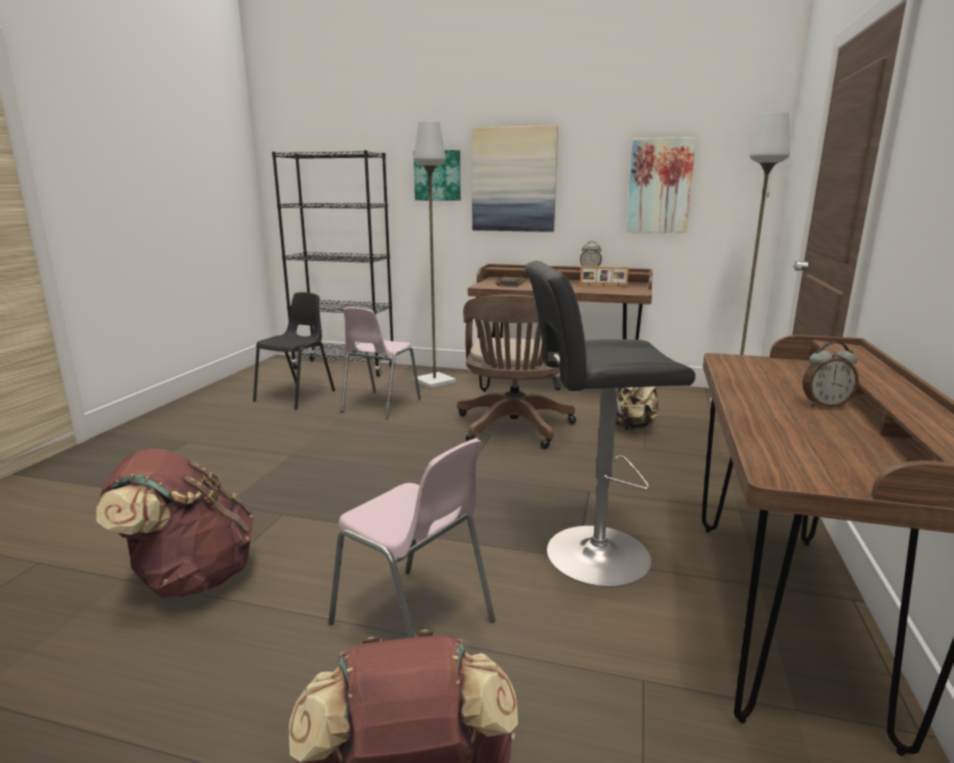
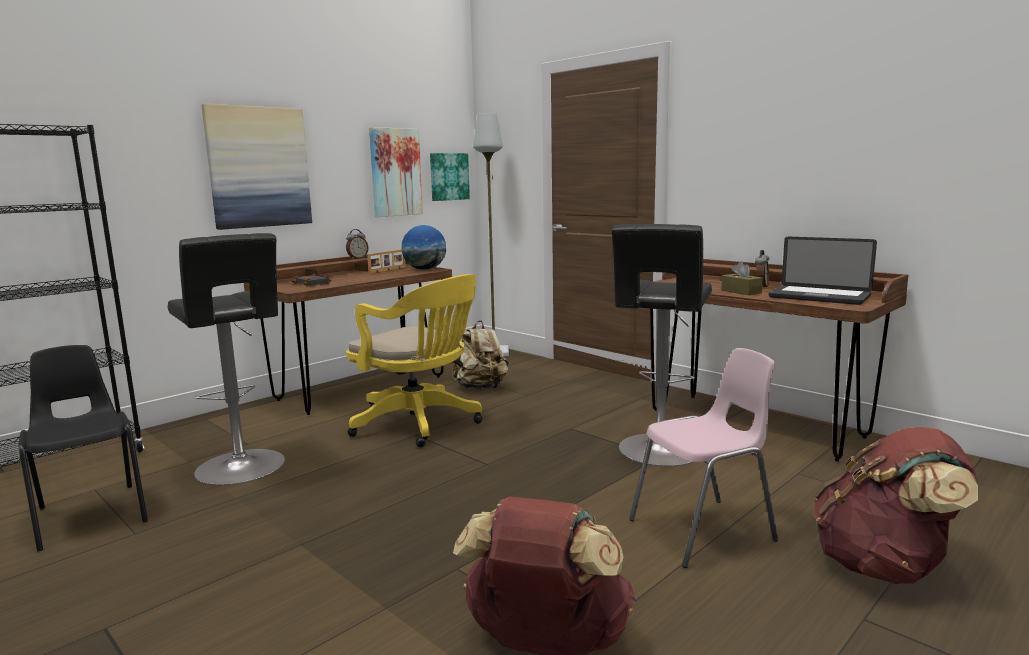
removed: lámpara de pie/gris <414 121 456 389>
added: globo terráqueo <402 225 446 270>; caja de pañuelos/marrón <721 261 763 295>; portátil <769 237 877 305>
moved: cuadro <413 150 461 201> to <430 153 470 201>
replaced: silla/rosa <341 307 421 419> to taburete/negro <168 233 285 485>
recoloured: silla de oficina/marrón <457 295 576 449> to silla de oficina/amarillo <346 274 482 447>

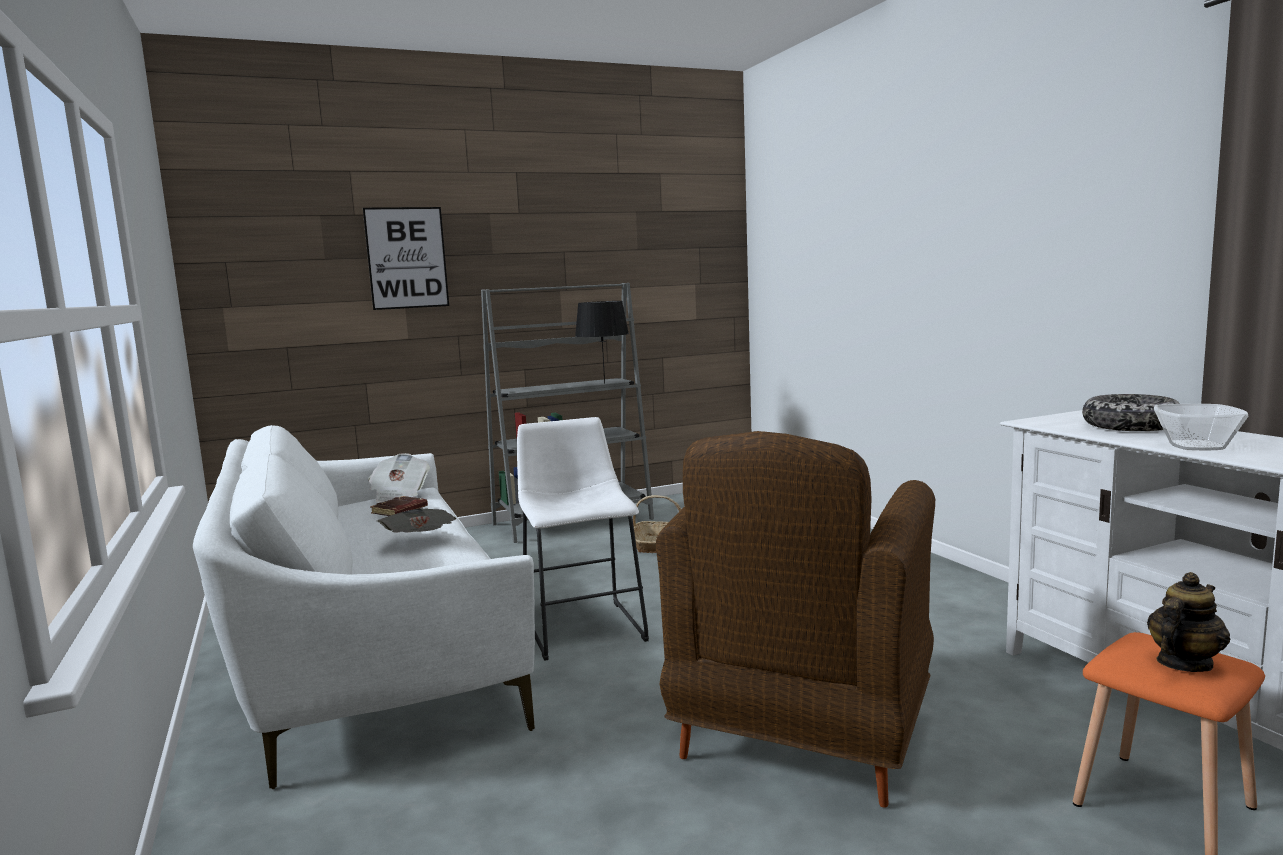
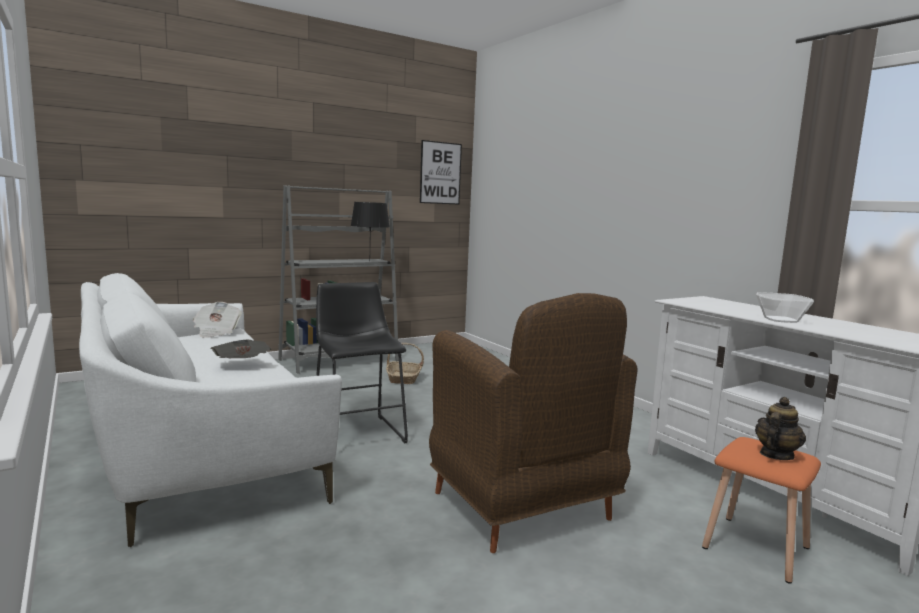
removed: libro/marrón <370 496 428 516>; cuenco <1082 394 1180 431>
moved: cuadro <363 207 449 310> to <420 140 462 205>
recoloured: taburete/blanco <517 417 649 661> to taburete/negro <316 282 408 444>
turned: sillón/marrón <656 431 935 808> = <429 293 637 553> 45 degrees counterclockwise

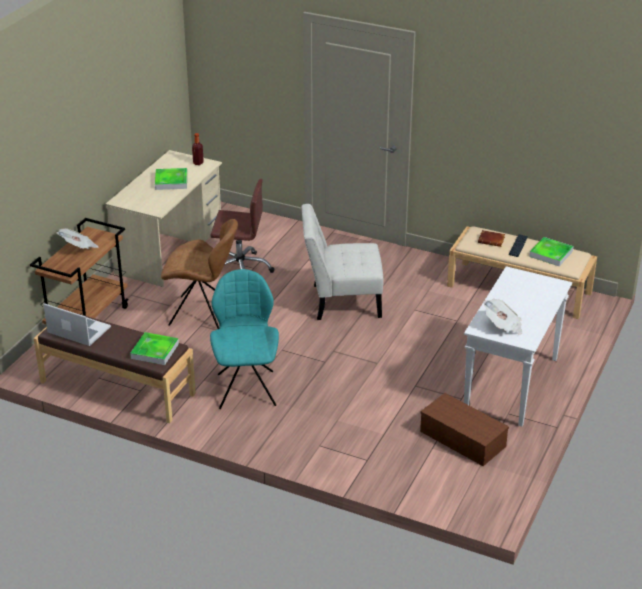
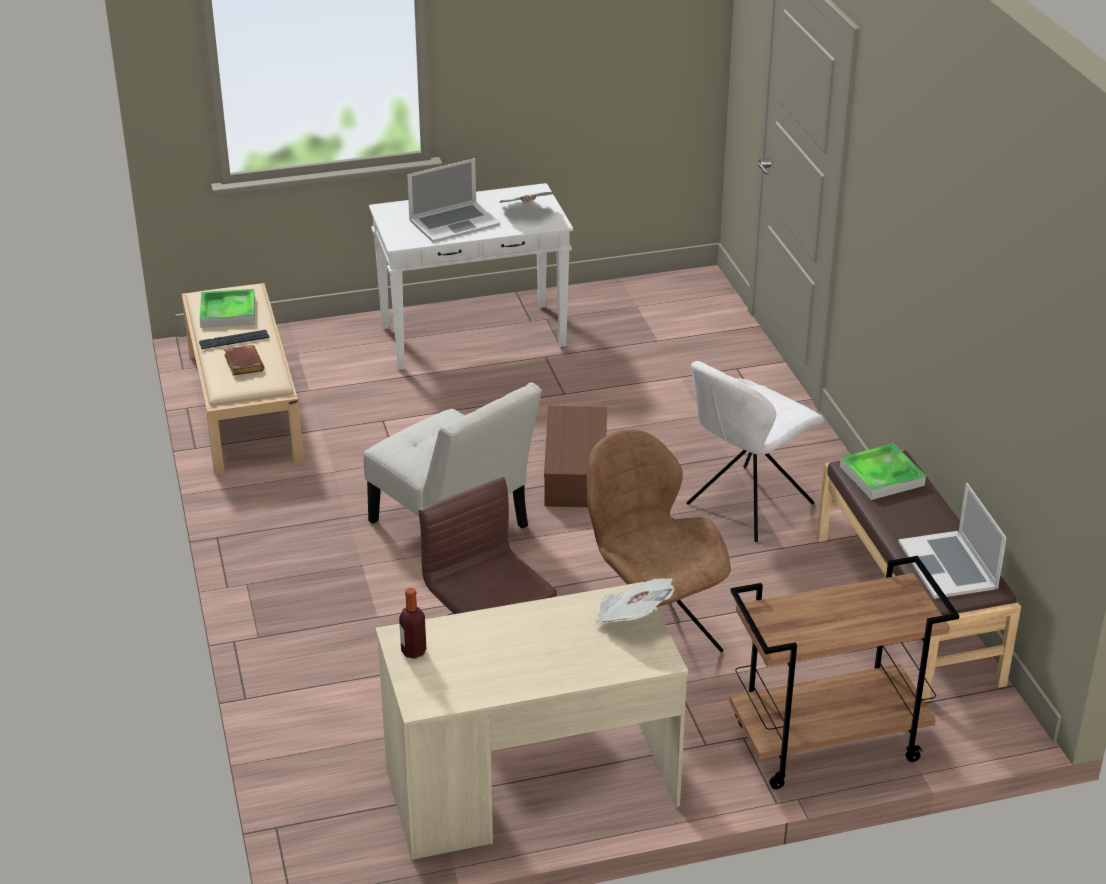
removed: bandeja <155 168 187 190>
added: portátil <407 158 500 243>
moved: periódico <56 228 99 249> to <596 578 674 623>; caja de almacenaje/marrón <420 393 509 466> to <544 406 607 507>
recoloured: silla/turquesa <210 269 279 409> to silla/blanco <686 361 824 542>

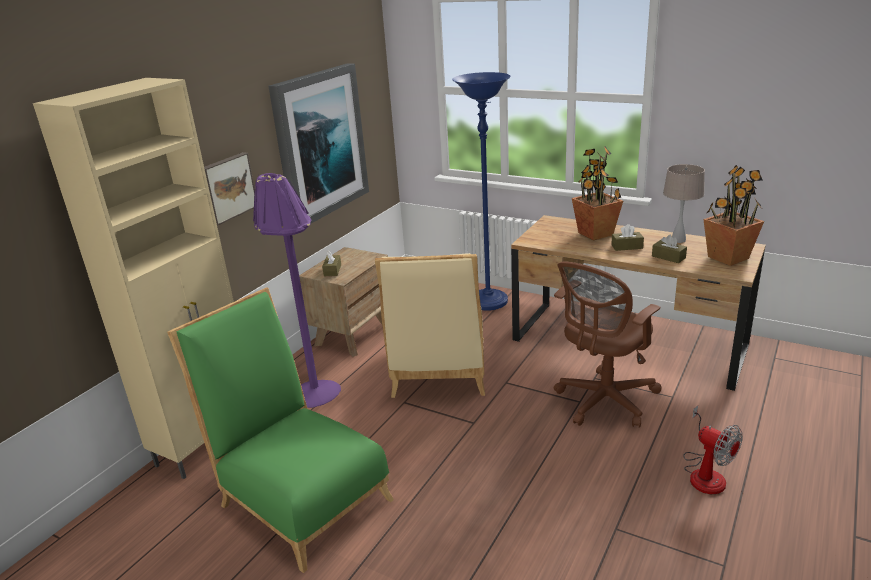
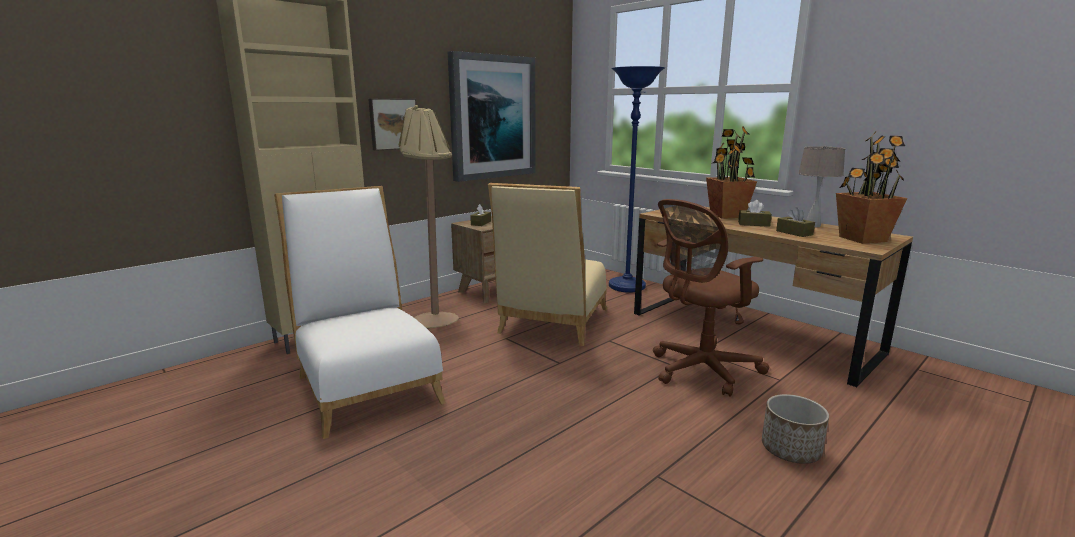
replaced: ventilador <684 405 742 494> to maceta <762 394 829 464>
recoloured: silla/verde <167 287 394 573> to silla/blanco <274 186 446 439>; lámpara de pie/morado <253 173 341 408> to lámpara de pie/beis <398 105 459 328>

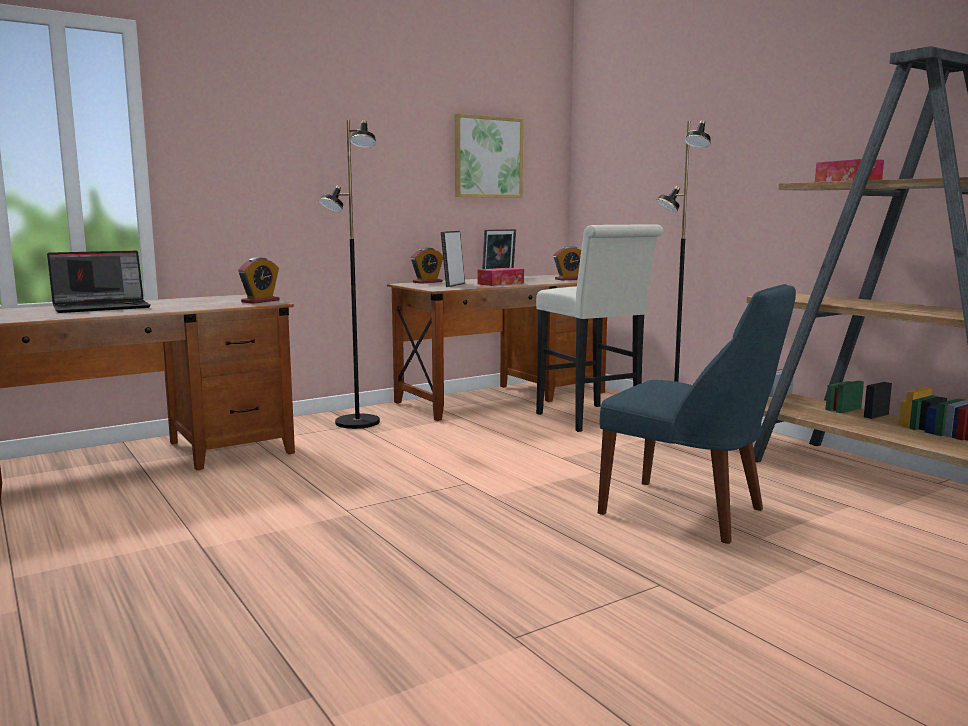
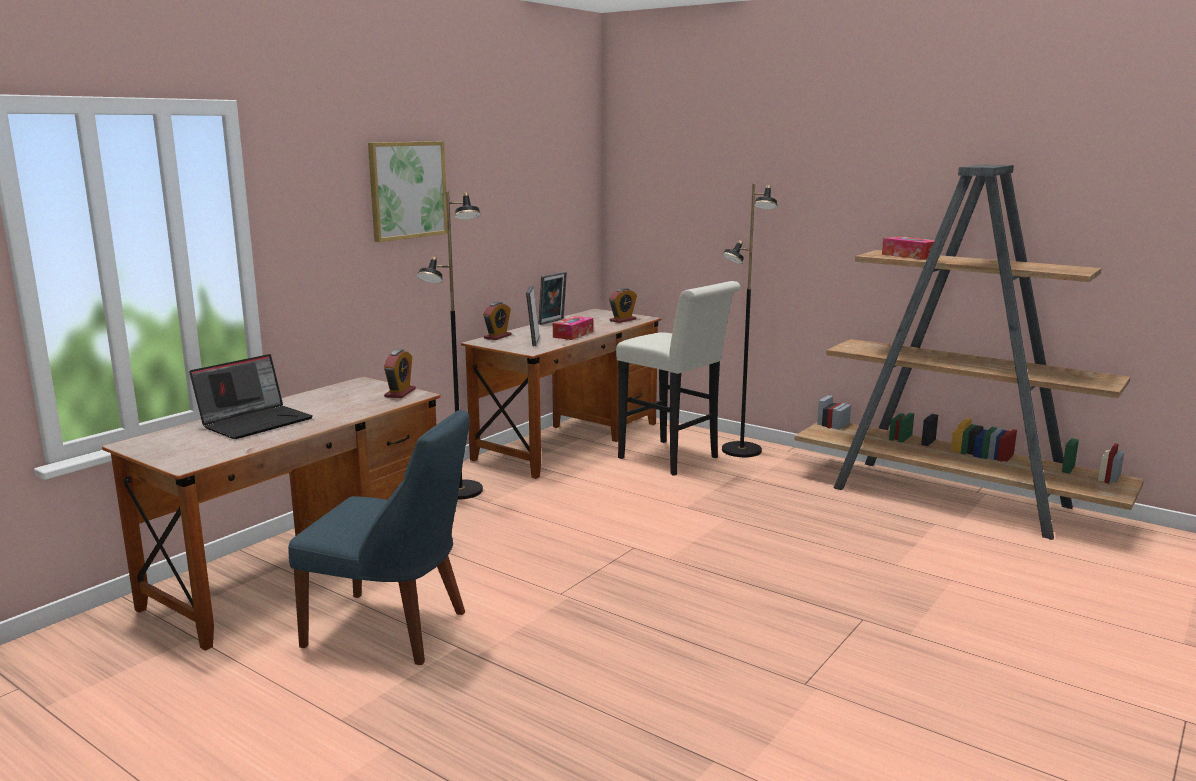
moved: cuadro <455 114 523 198> to <368 141 448 242>; silla/azul <598 284 796 544> to <288 410 469 665>

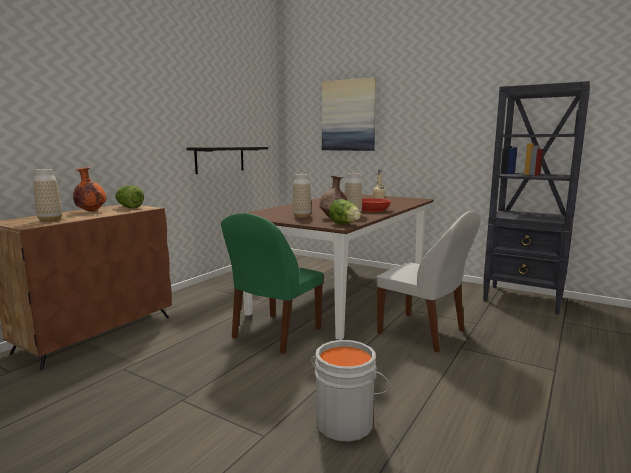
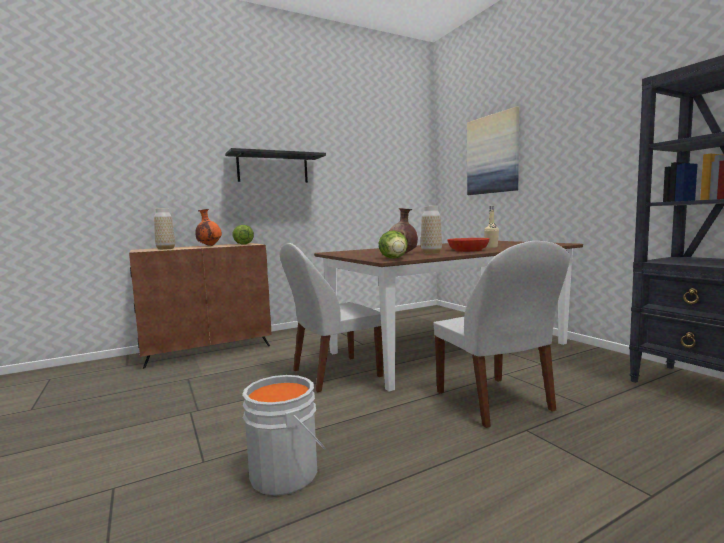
removed: florero <292 174 311 218>
moved: estante/negro <187 147 268 174> to <225 148 326 183>
recoloured: silla/verde <221 213 323 354> to silla/blanco <279 243 383 392>

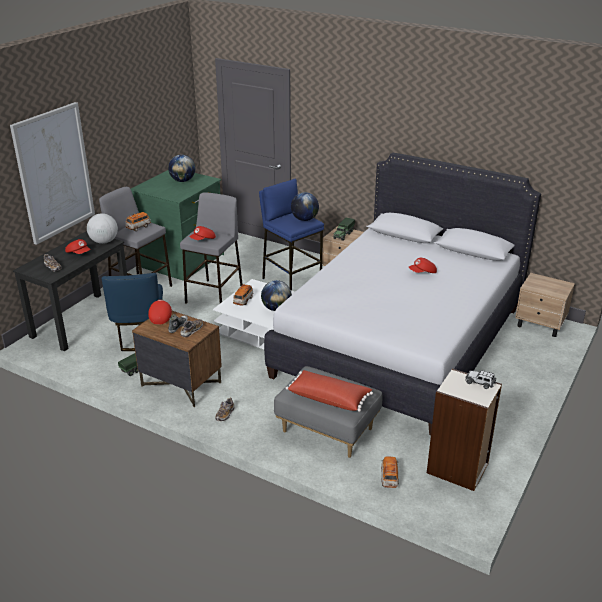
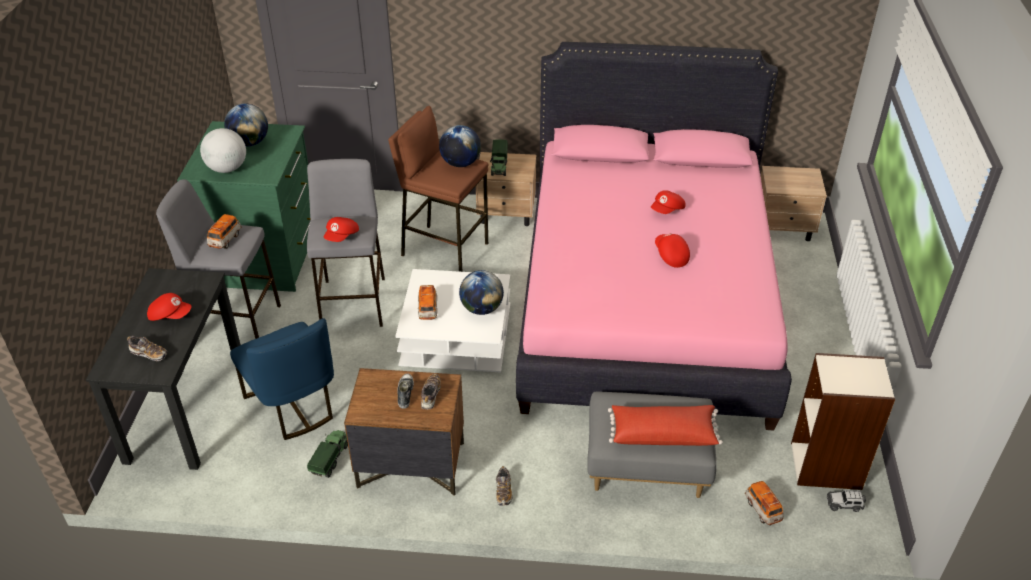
removed: cuadro <10 102 95 245>
moved: globo terráqueo <87 213 118 244> to <200 128 246 173>; gorra/rojo <148 300 172 325> to <655 233 690 268>; coche de juguete <465 370 496 389> to <827 490 866 512>
recoloured: taburete/azul <259 179 324 290> to taburete/marrón <388 106 488 272>; cama/blanco <264 153 541 435> to cama/rosa <516 42 792 430>

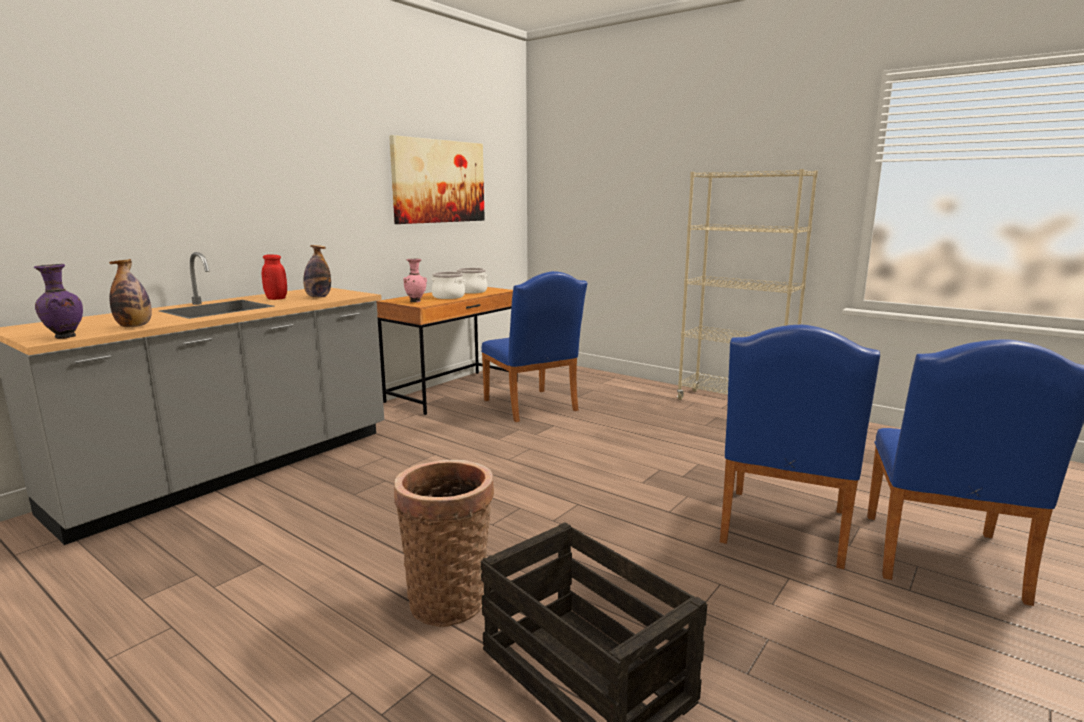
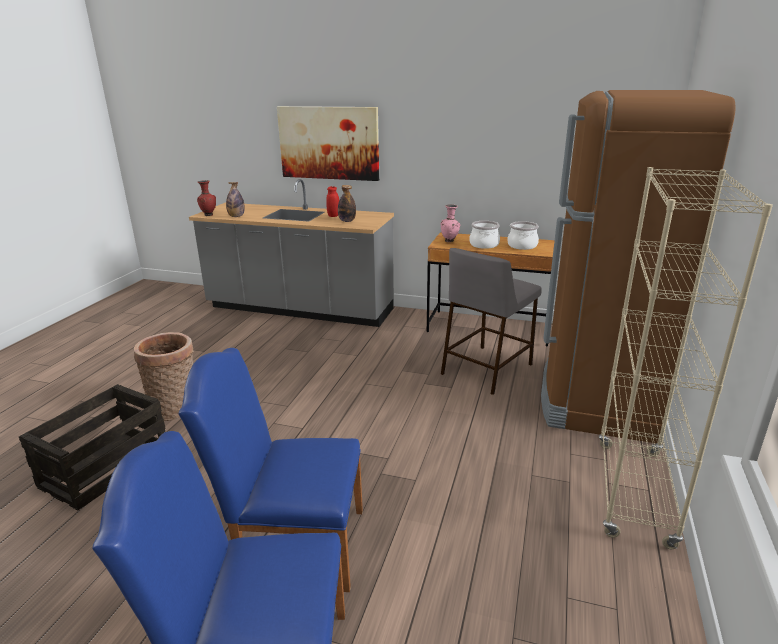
added: nevera/marrón <541 90 736 443>
moved: cuadro <389 135 485 224> to <277 106 379 181>
replaced: silla/azul <481 271 588 422> to taburete/gris <441 248 542 395>
recoloured: florero/morado <34 264 83 339> to florero/rojo <197 180 216 216>

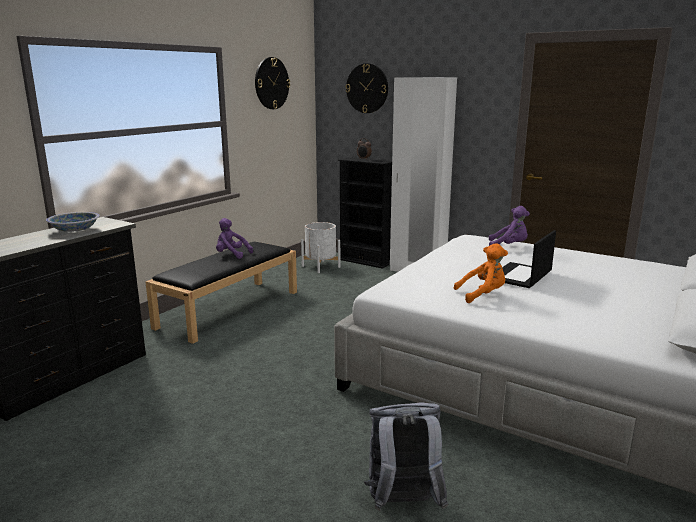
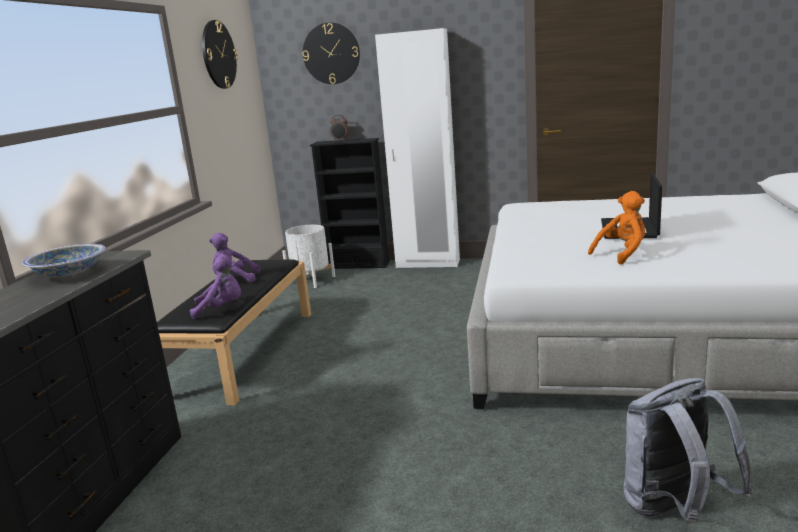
moved: peluche/morado <489 206 530 246> to <190 254 241 319>

